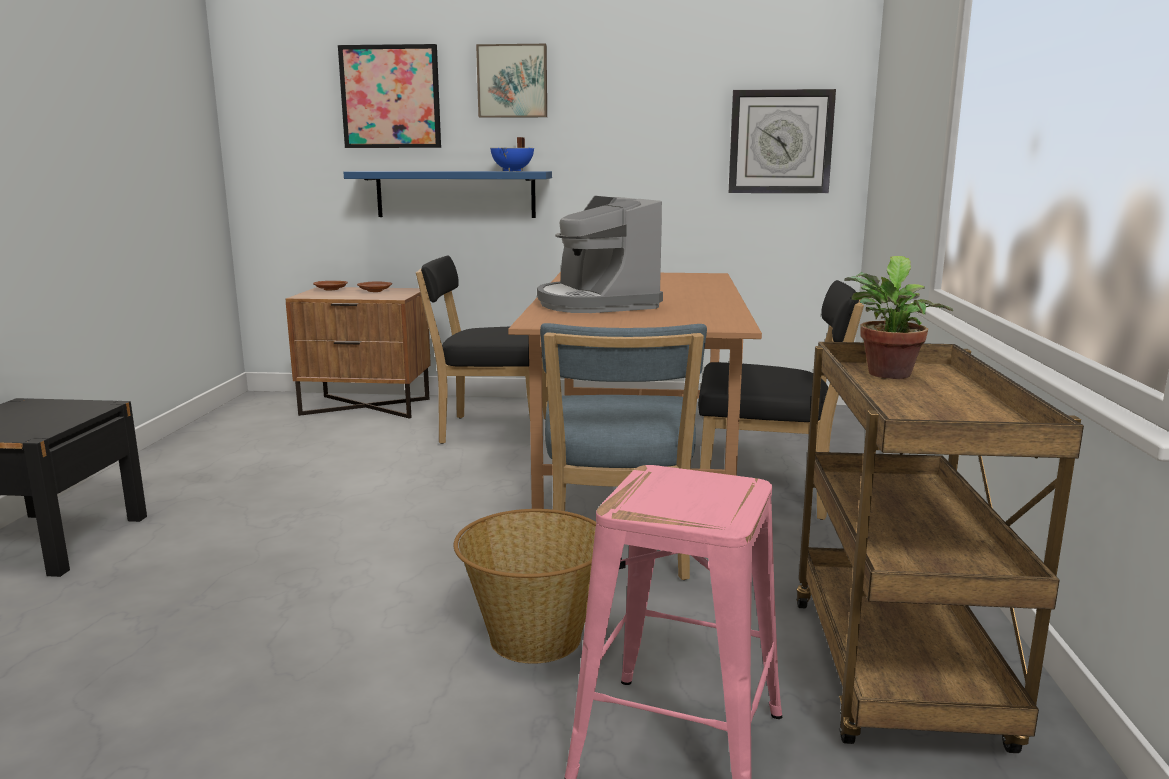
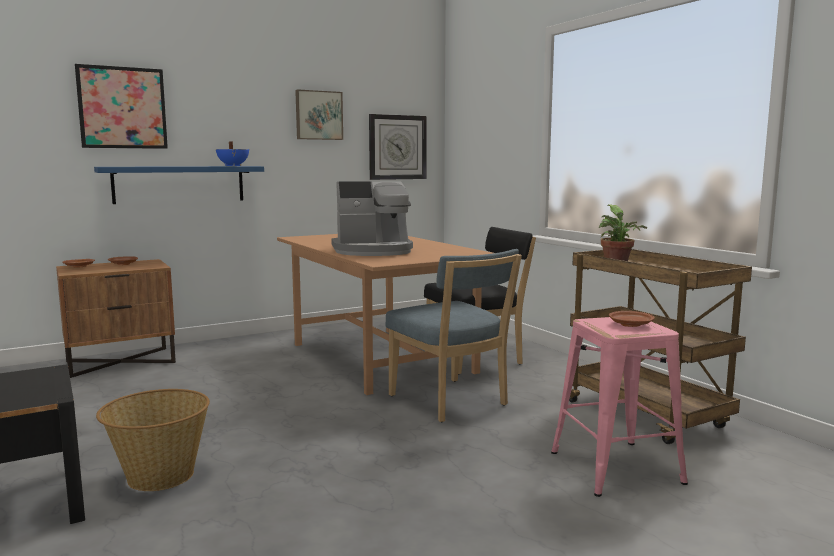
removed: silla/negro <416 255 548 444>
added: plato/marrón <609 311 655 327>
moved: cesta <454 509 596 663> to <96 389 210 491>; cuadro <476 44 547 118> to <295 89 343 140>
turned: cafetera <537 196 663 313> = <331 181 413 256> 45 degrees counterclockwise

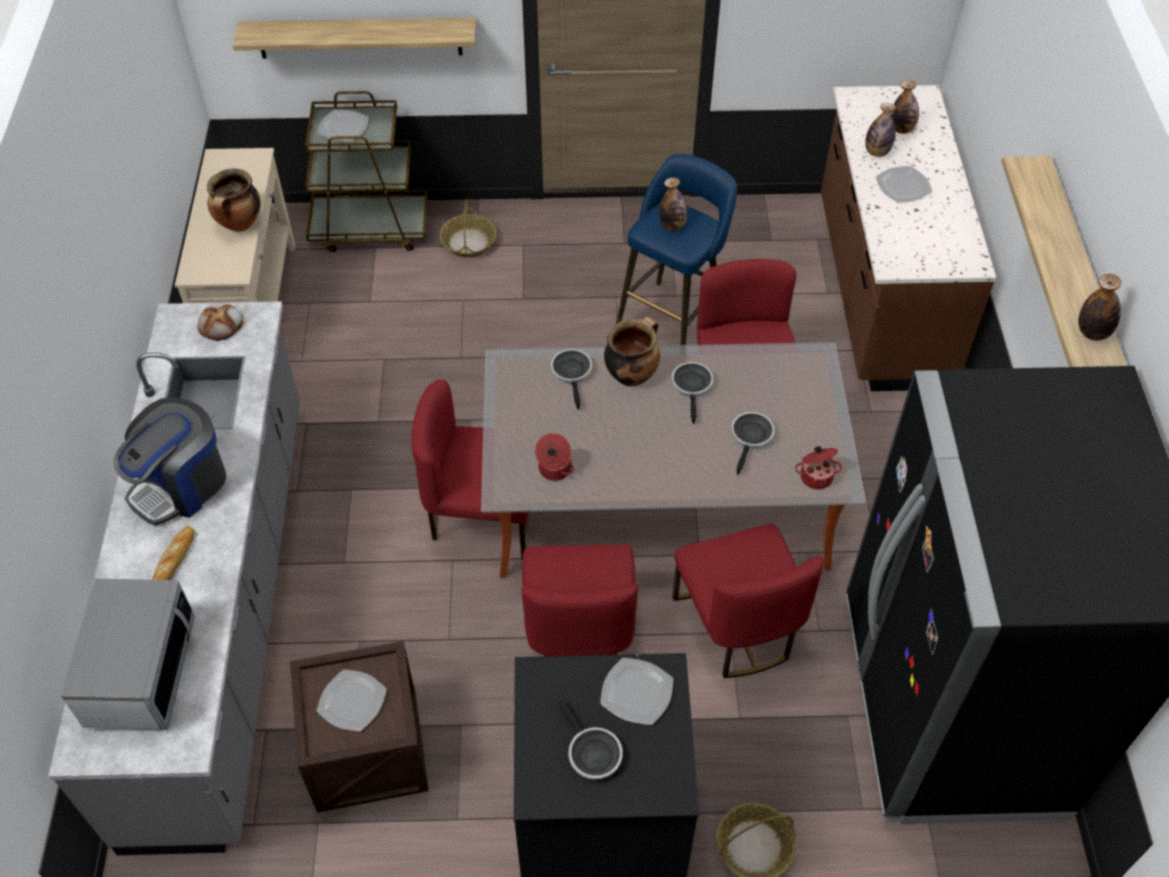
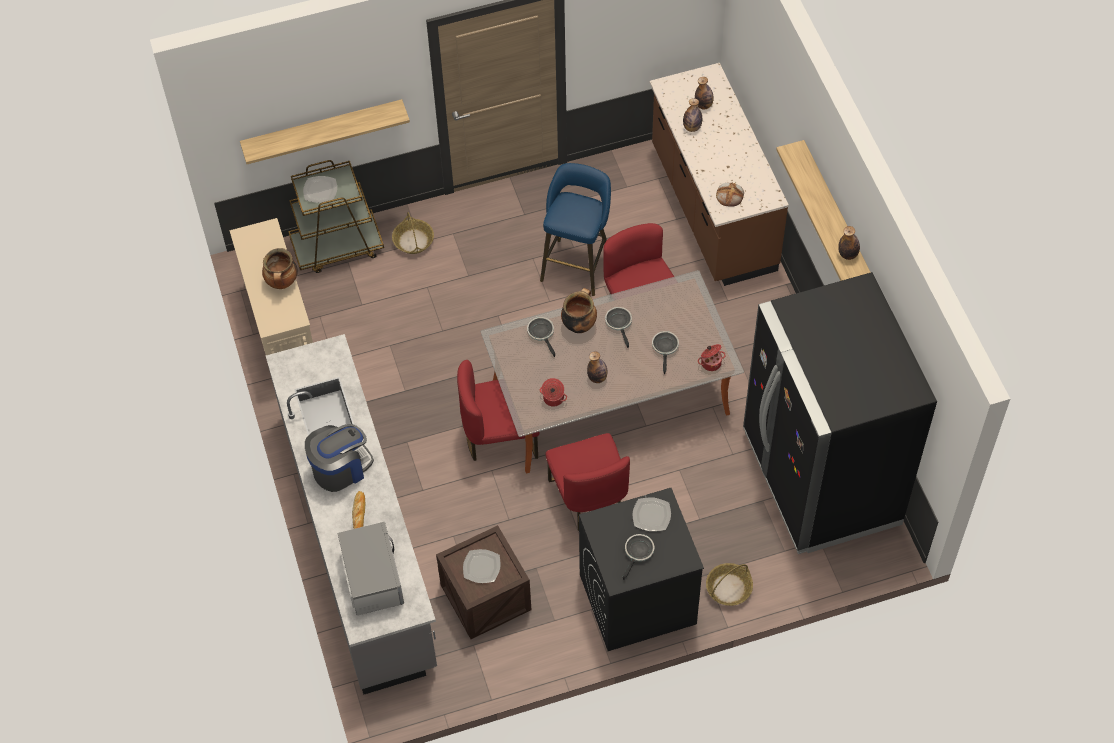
removed: silla/rojo <673 523 824 678>; plato <876 166 932 203>
moved: pan <197 303 244 341> to <716 183 744 207>; botella <659 177 688 231> to <587 351 607 383>
turned: cafetera <113 397 226 525> = <305 424 374 492> 150 degrees counterclockwise; sartén <558 699 623 780> = <623 534 654 580> 105 degrees counterclockwise

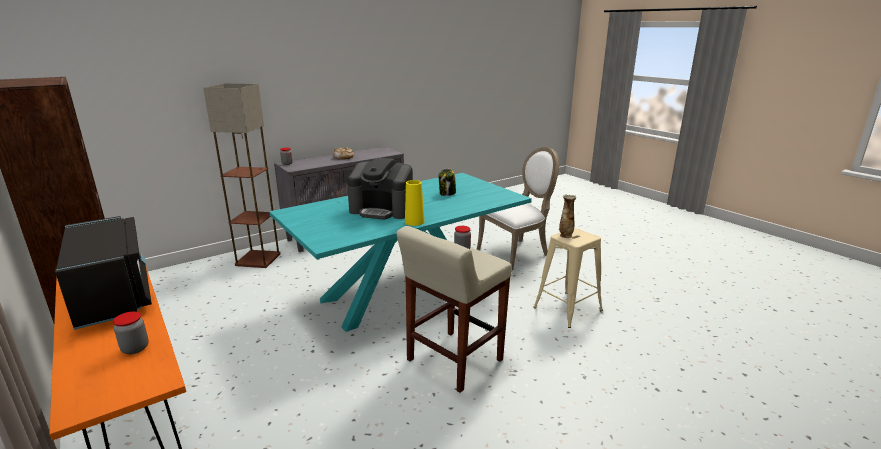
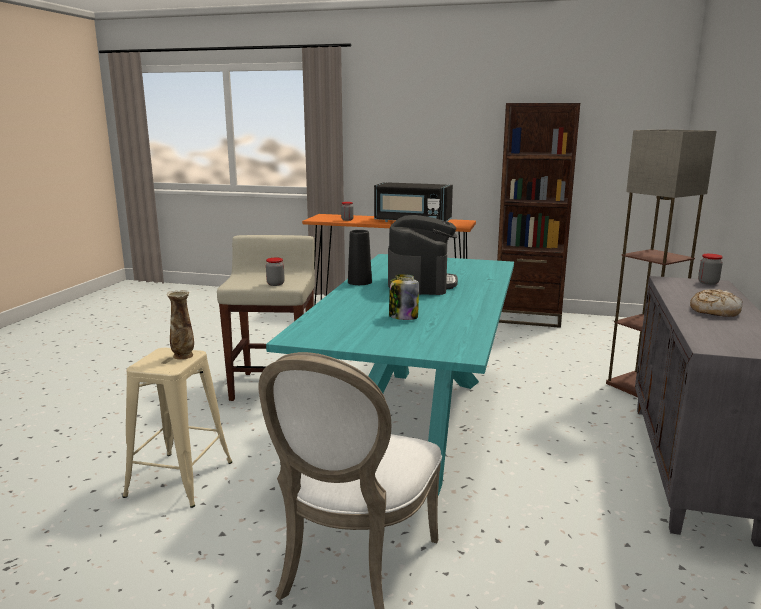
recoloured: florero/amarillo <405 180 424 226> to florero/negro <348 230 372 285>
turned: cafetera <347 158 413 220> = <388 215 458 295> 120 degrees clockwise

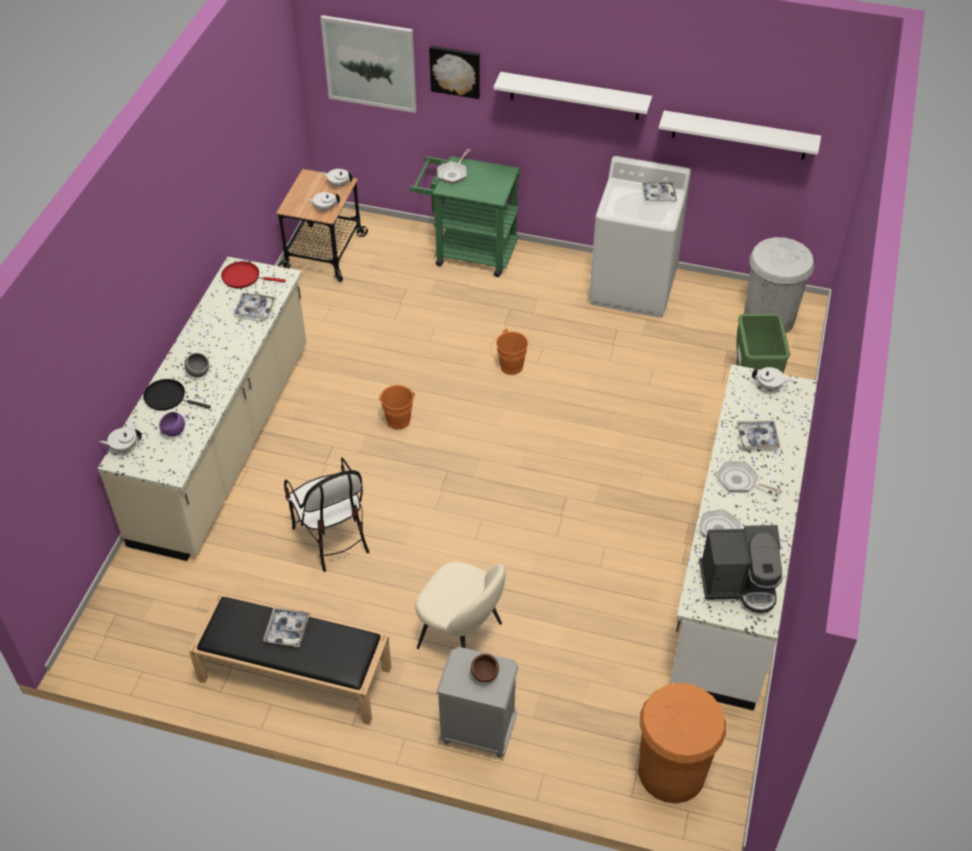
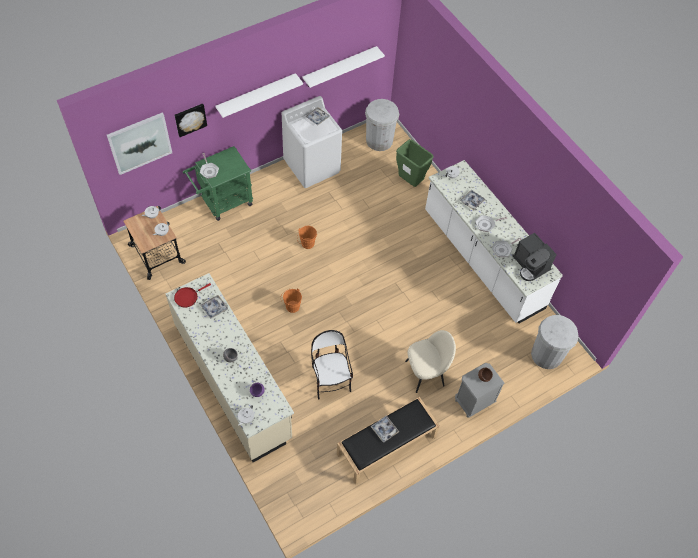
removed: sartén/negro <143 379 211 411>
recoloured: papelera/naranja <638 683 726 804> to papelera/blanco <531 315 578 369>
turned: silla <284 457 369 572> = <311 330 353 400> 120 degrees counterclockwise; cafetera <699 525 783 613> = <513 233 557 281> 105 degrees clockwise

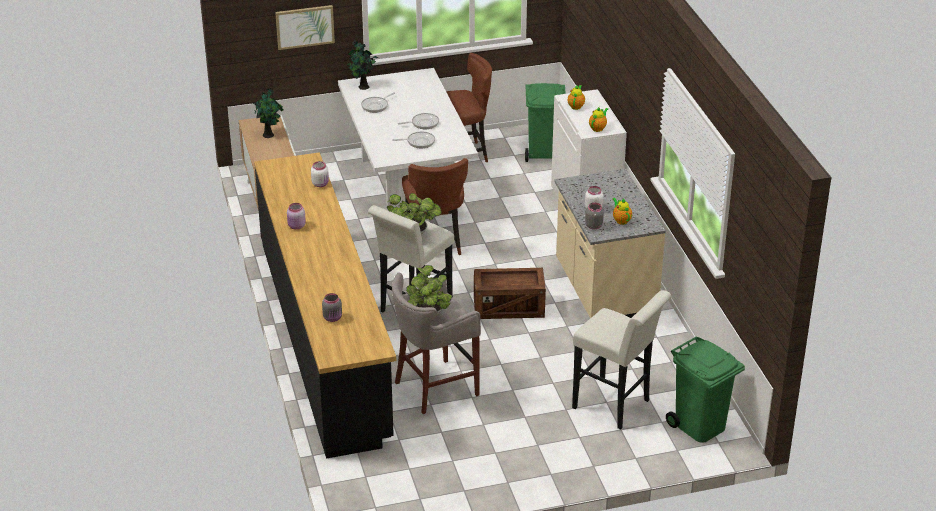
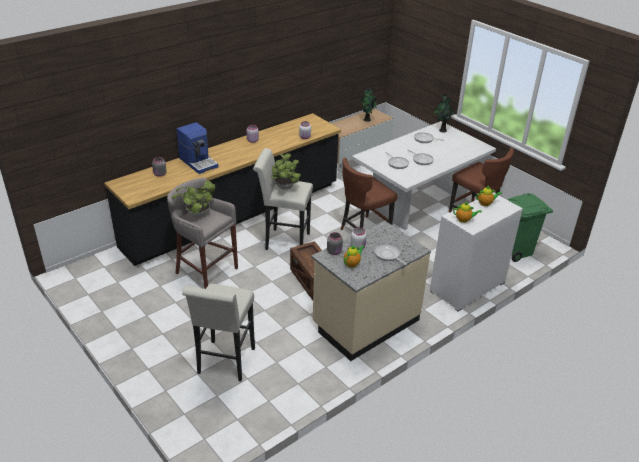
removed: cuadro <275 5 335 50>; papelera/verde <666 336 745 443>
added: cafetera <176 122 218 174>; sartén <374 244 407 265>

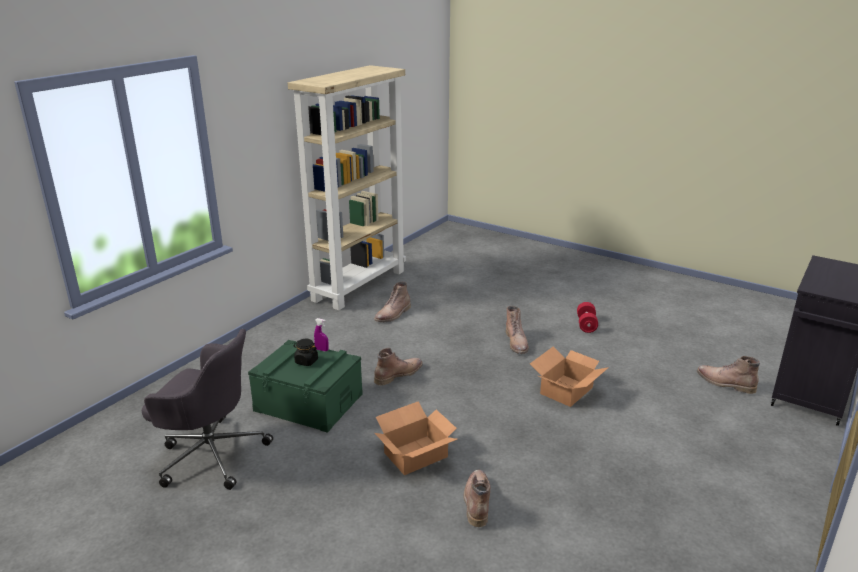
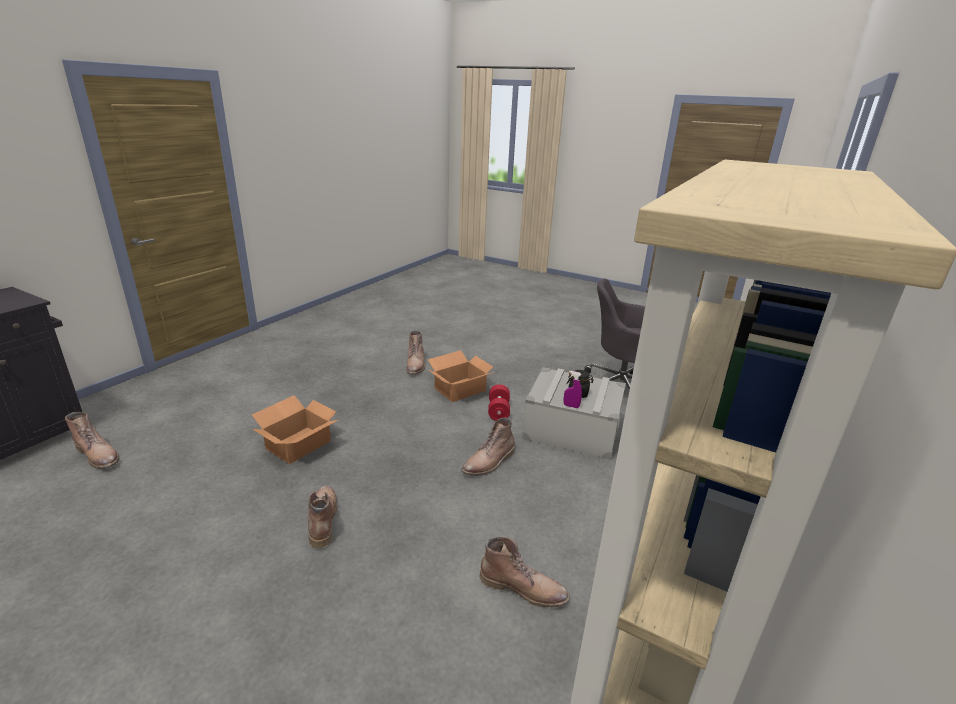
moved: mancuerna/rojo <577 302 598 333> to <488 384 510 421>
recoloured: caja de almacenaje/verde <248 340 363 433> to caja de almacenaje/gris <522 368 626 460>
turned: bota/marrón <374 282 411 322> = <479 537 569 607> 75 degrees clockwise

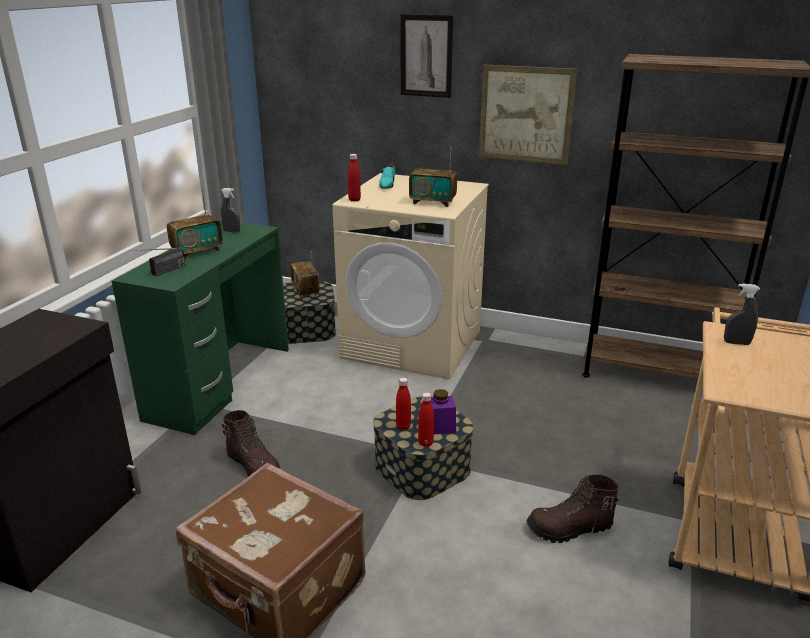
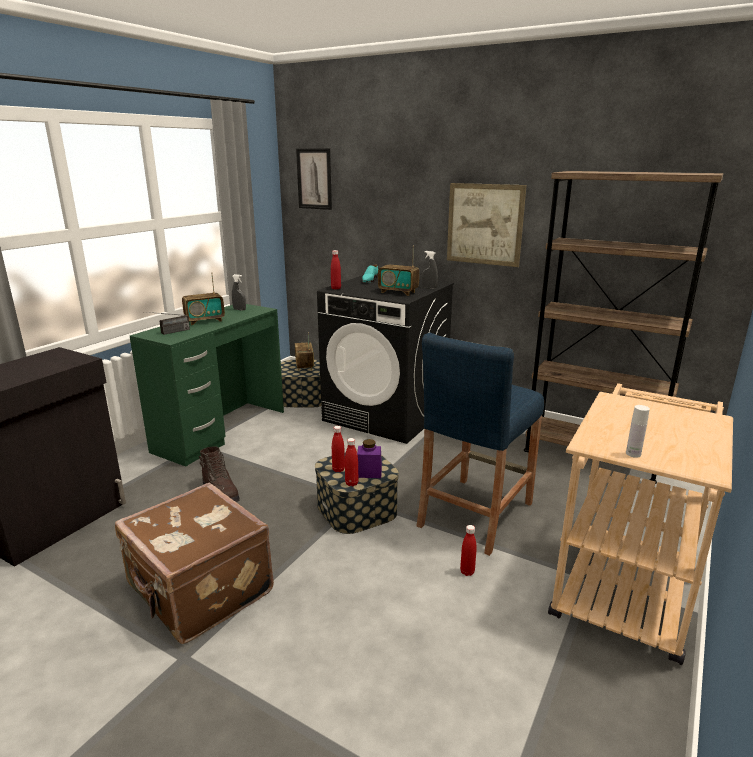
added: taburete/azul <416 333 544 556>; botella/blanco <626 405 650 458>
moved: cuadro <400 14 453 98> to <296 148 332 210>; pulverizador/gris <724 284 760 345> to <422 251 438 289>
replaced: bota/marrón <527 474 619 543> to botella/rojo <460 525 477 576>
recoloured: lavadora/beis <332 173 489 379> to lavadora/negro <317 274 454 444>

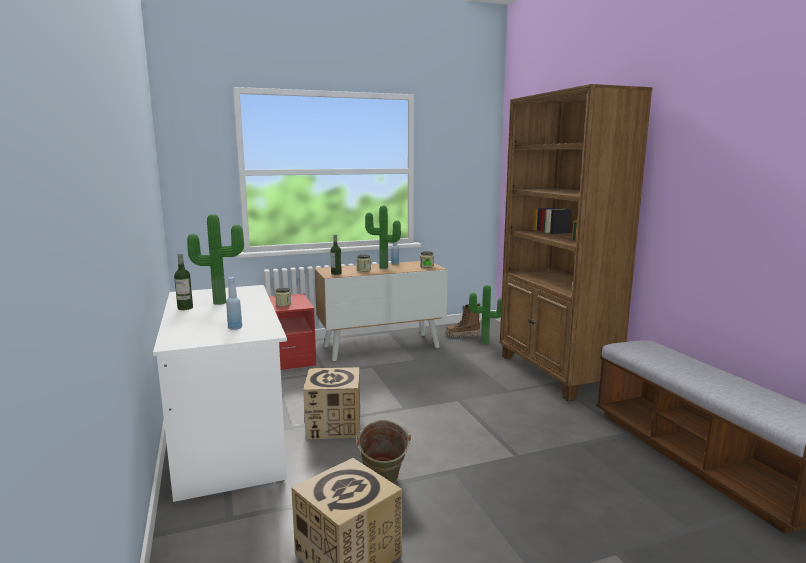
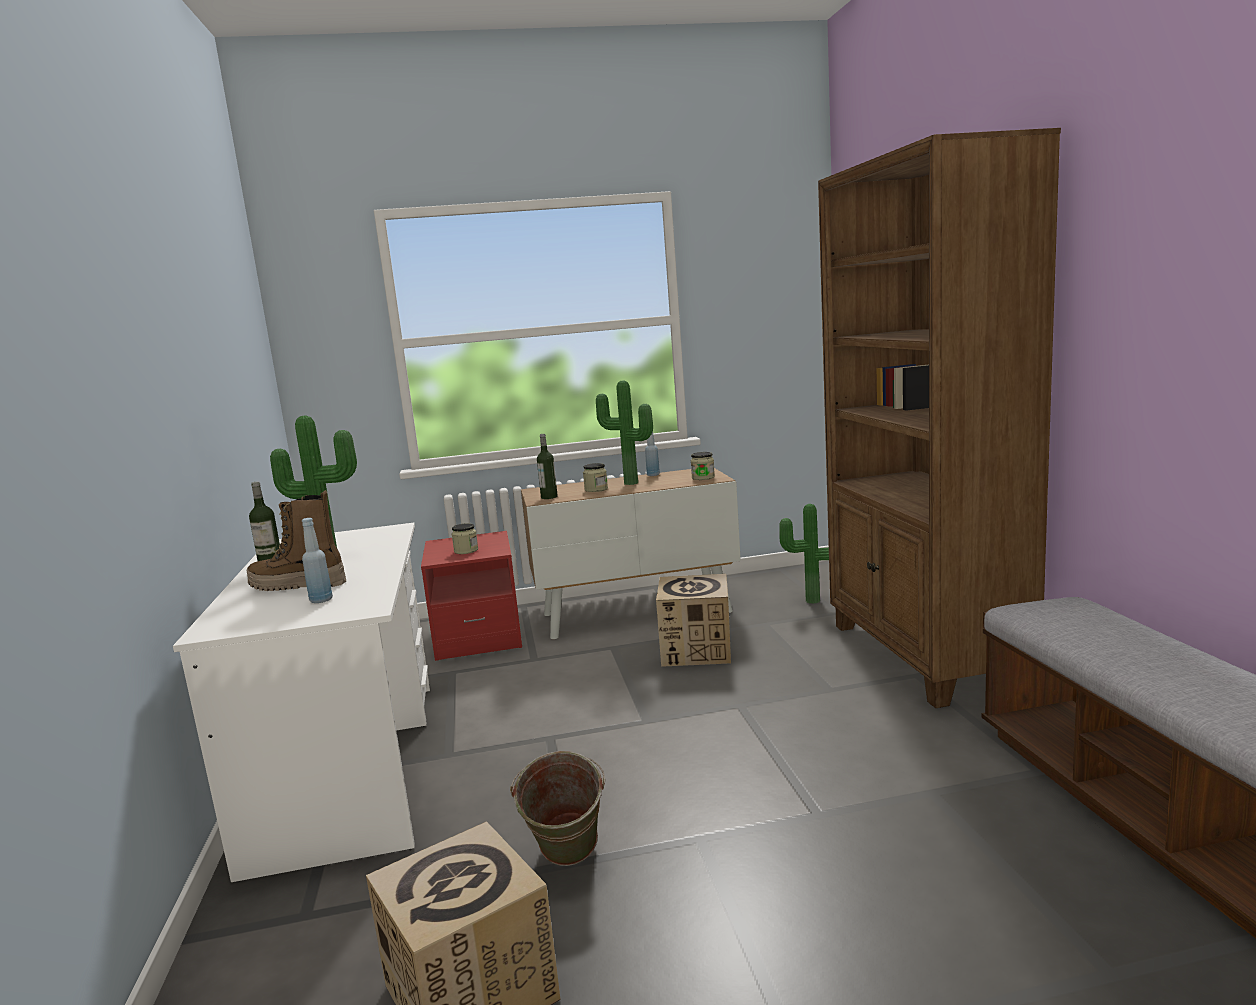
moved: caja de cartón <303 367 360 440> to <656 574 731 667>; bota <445 303 480 337> to <247 490 346 591>

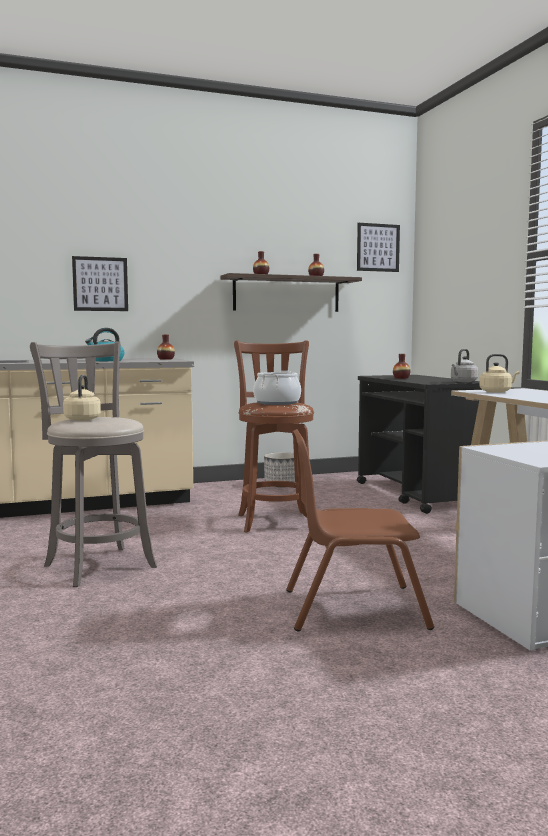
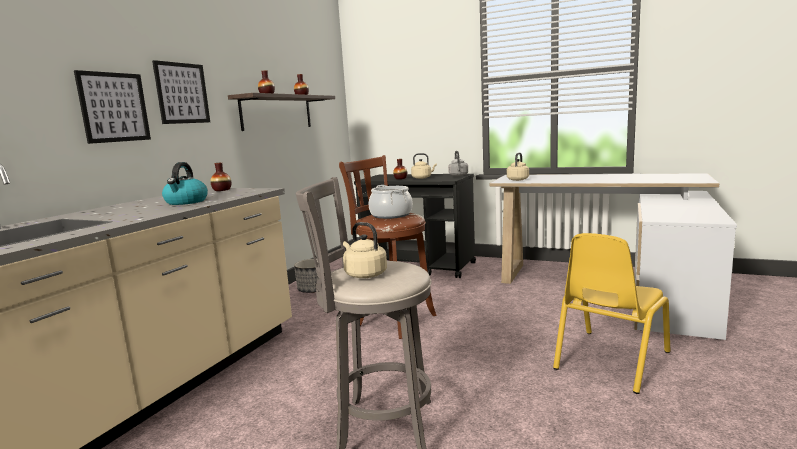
added: hervidor/beis <411 153 437 179>
moved: cuadro <357 223 400 272> to <152 60 210 124>
recoloured: silla/marrón <286 429 434 632> to silla/amarillo <553 233 670 394>

